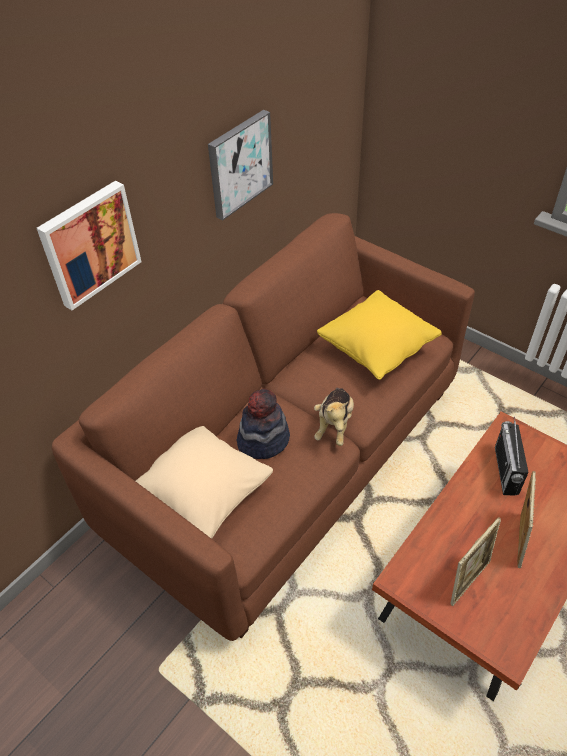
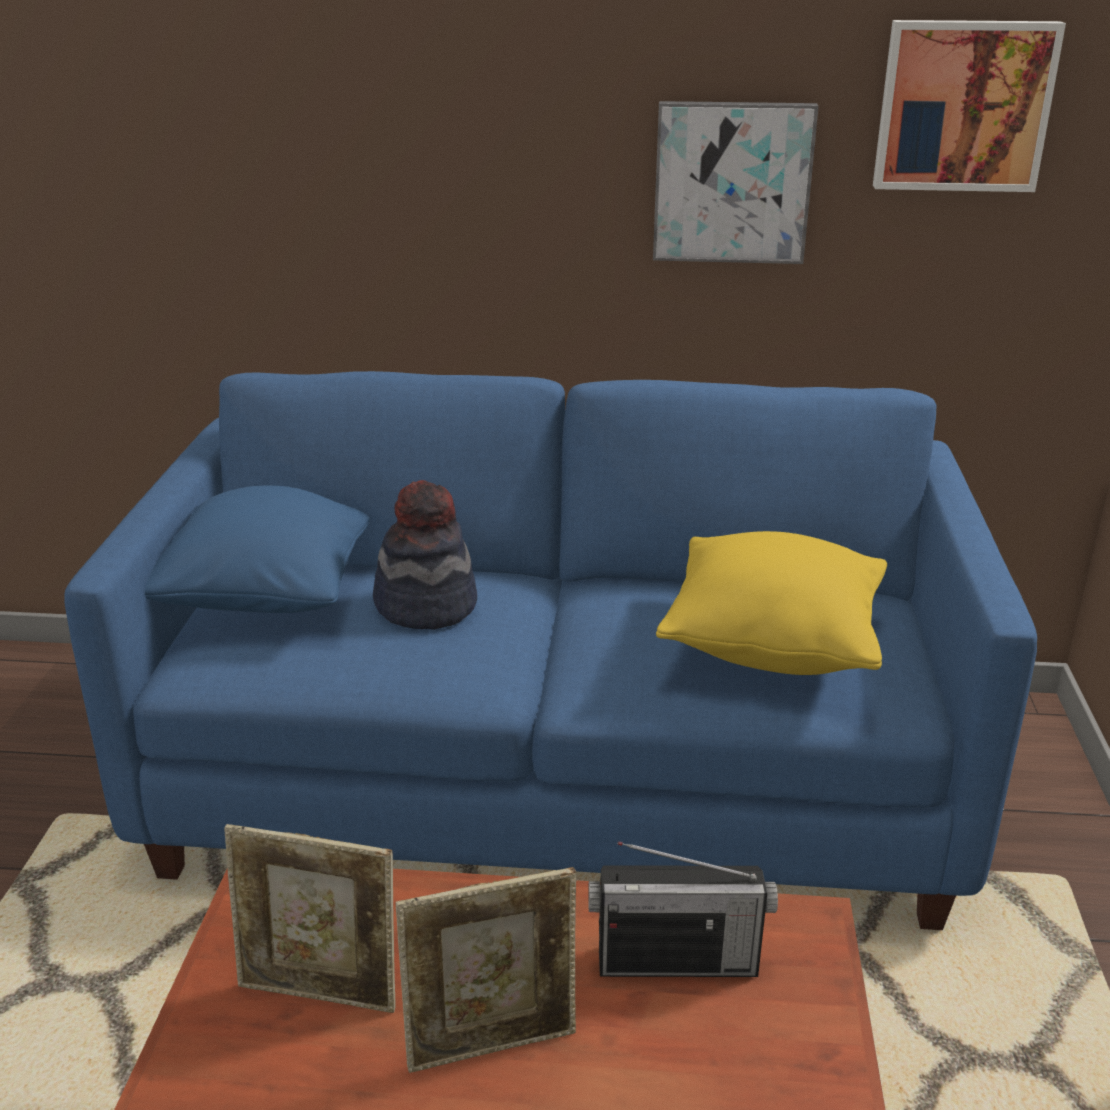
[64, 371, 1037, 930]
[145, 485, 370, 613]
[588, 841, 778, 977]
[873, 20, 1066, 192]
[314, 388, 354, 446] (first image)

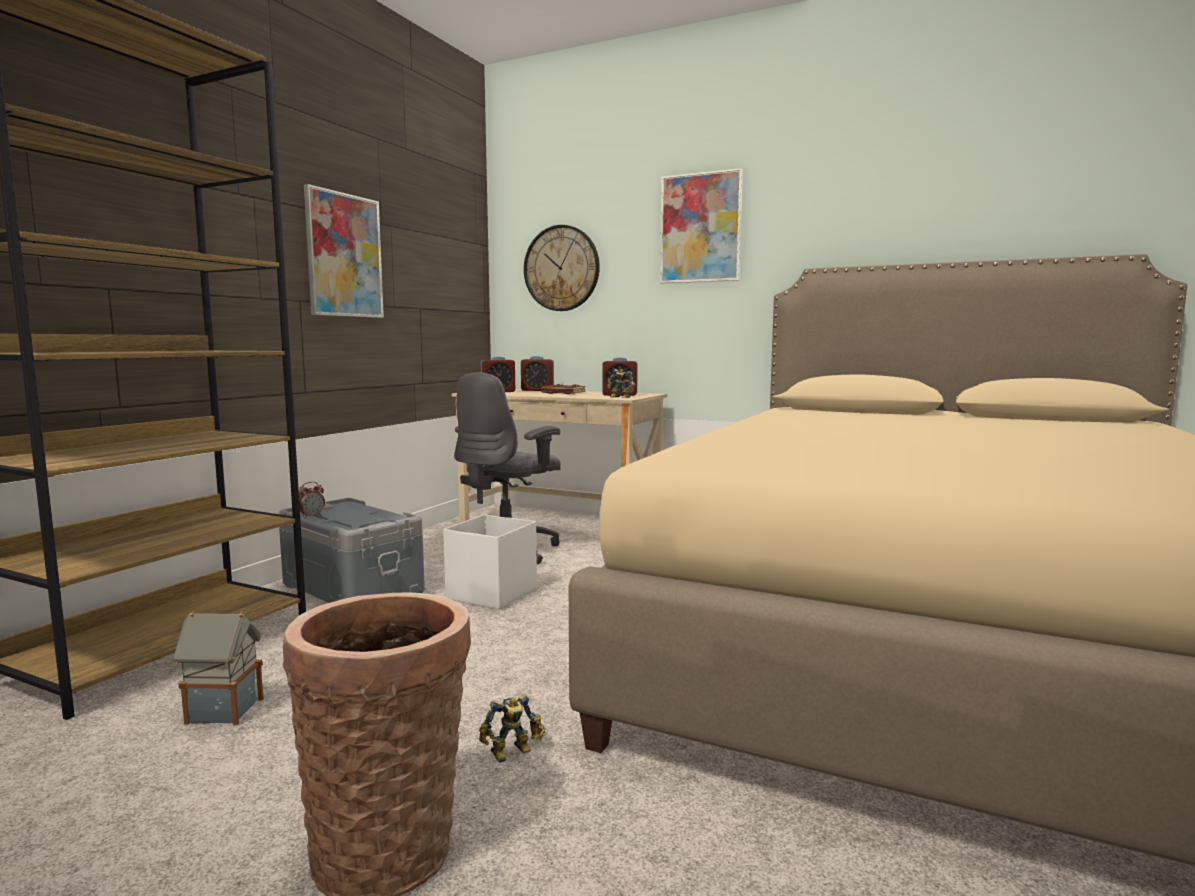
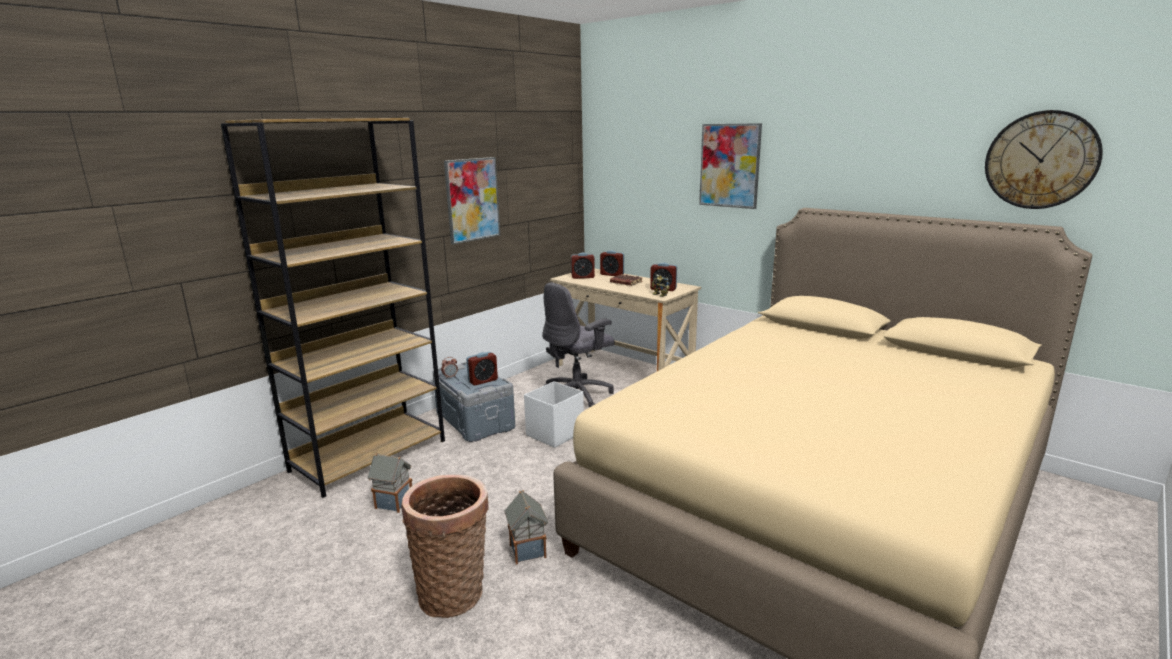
[466, 352, 498, 385]
[504, 490, 548, 564]
[985, 110, 1103, 209]

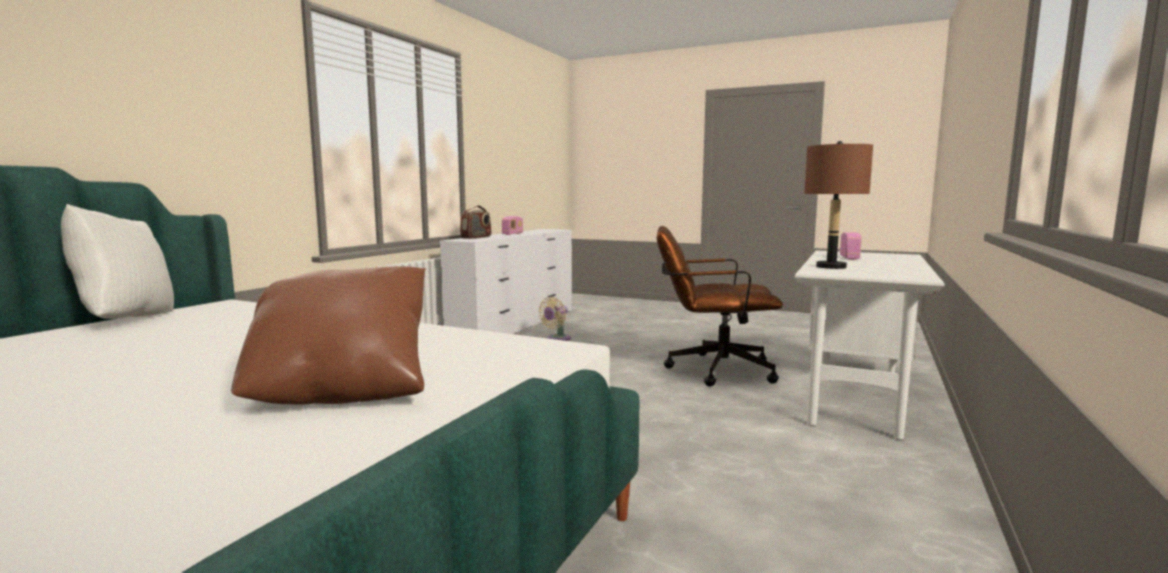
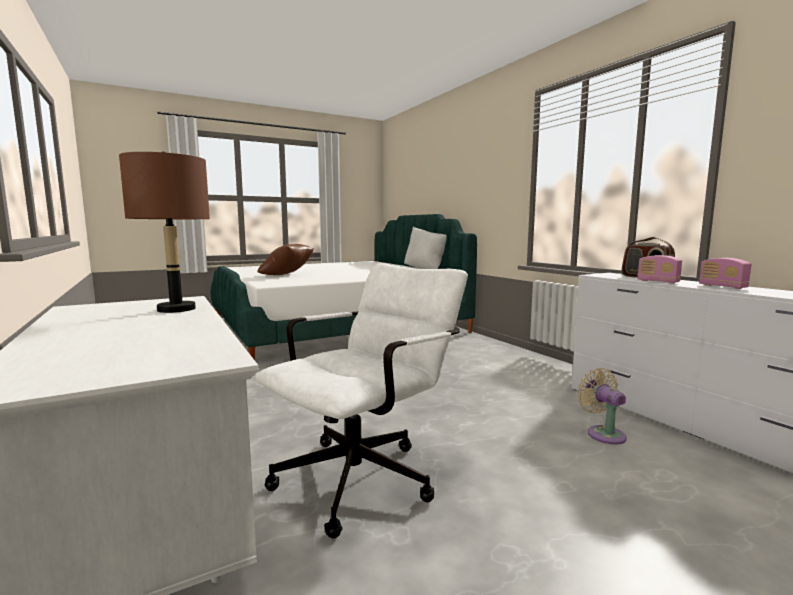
[255, 263, 468, 539]
[638, 255, 682, 284]

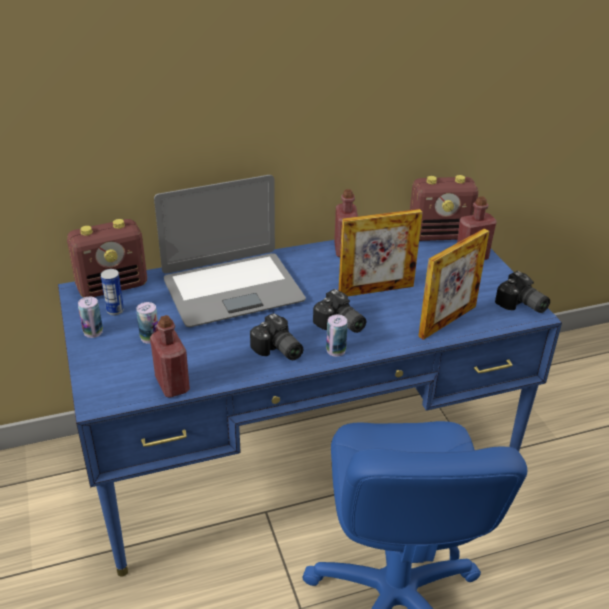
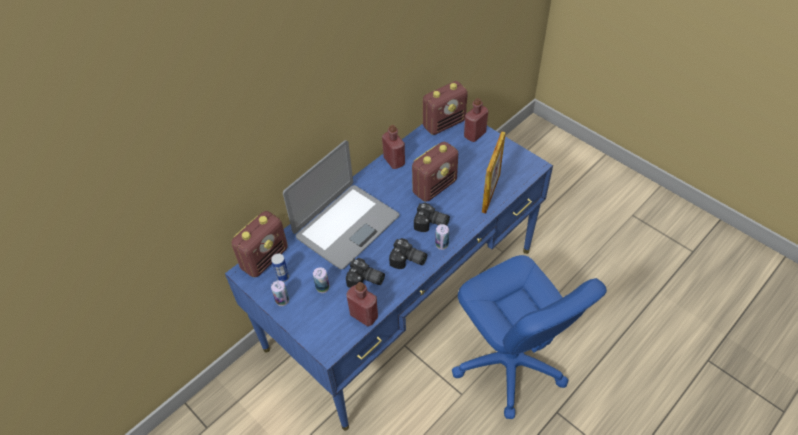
[346, 258, 385, 288]
[412, 142, 458, 202]

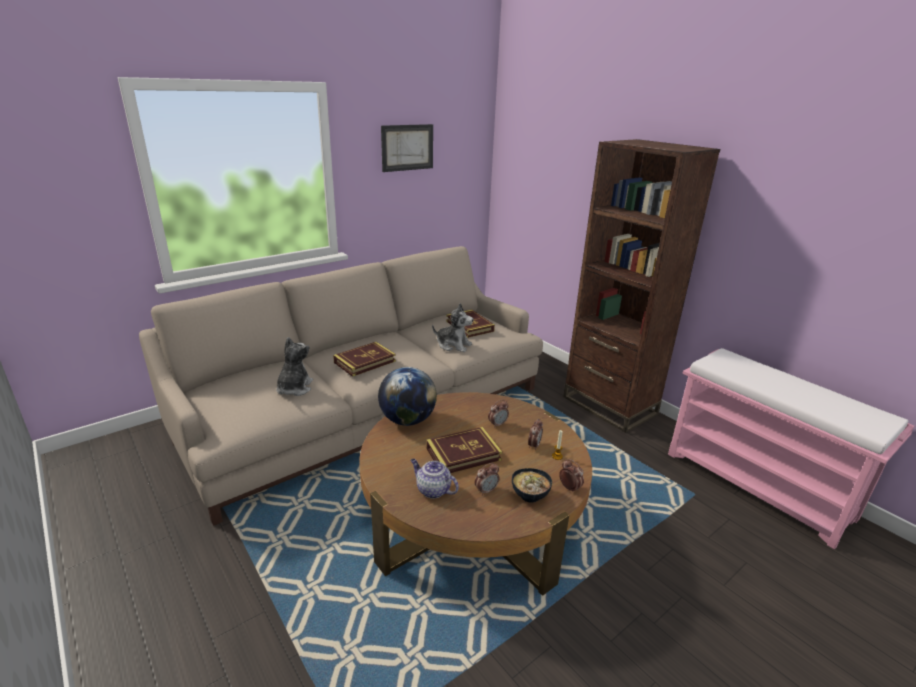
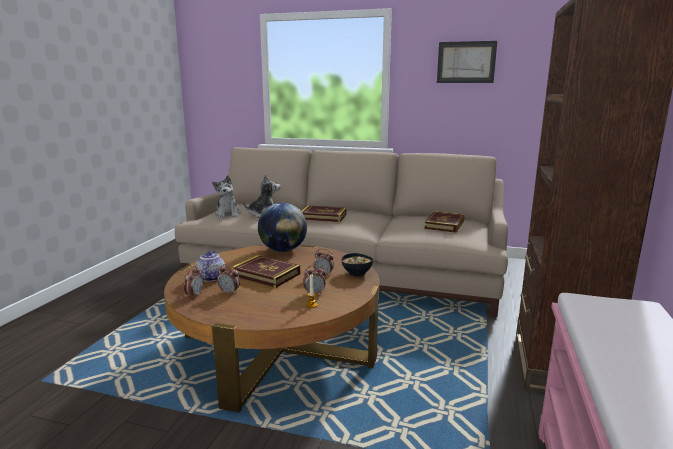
[184, 266, 203, 299]
[212, 175, 241, 218]
[341, 253, 373, 277]

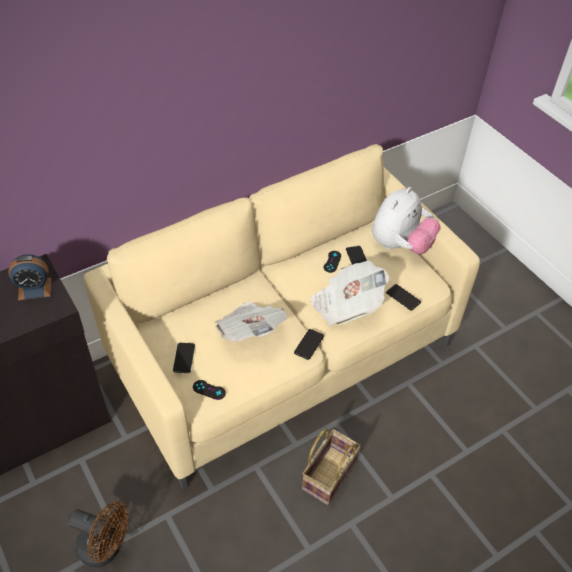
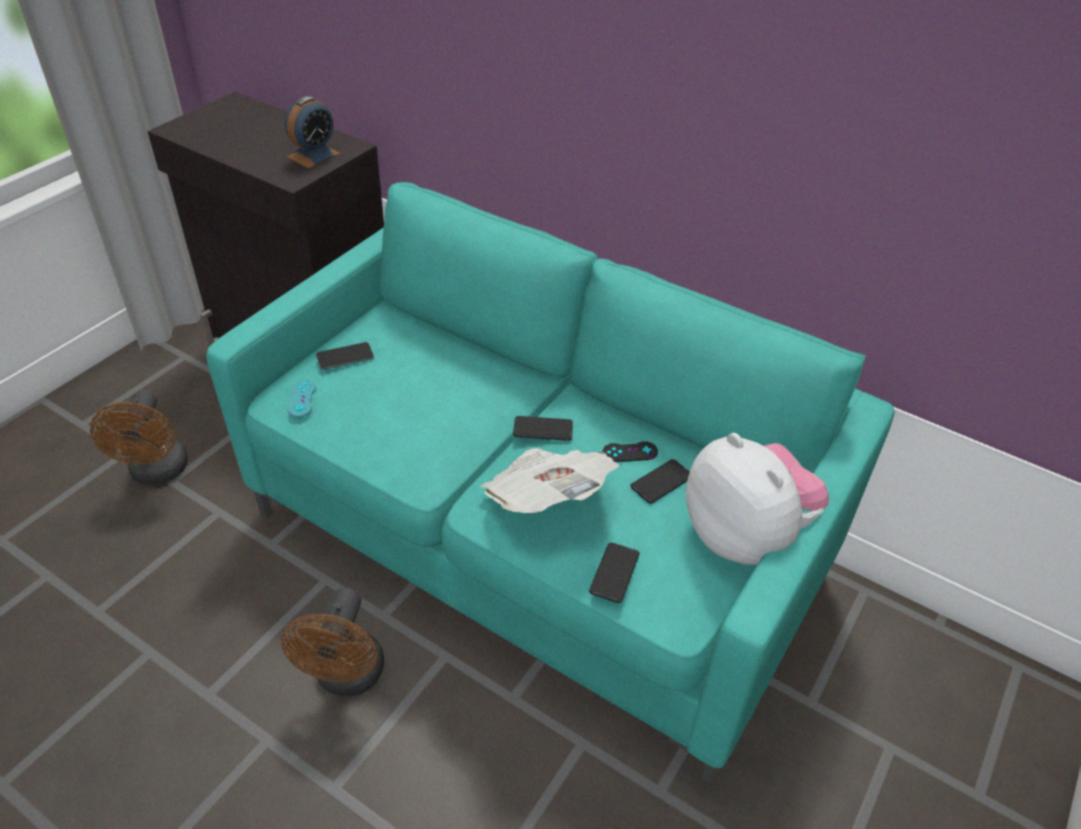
[206, 182, 895, 789]
[281, 588, 384, 696]
[285, 96, 341, 169]
[288, 380, 316, 417]
[513, 416, 573, 441]
[686, 433, 829, 565]
[215, 302, 288, 342] (first image)

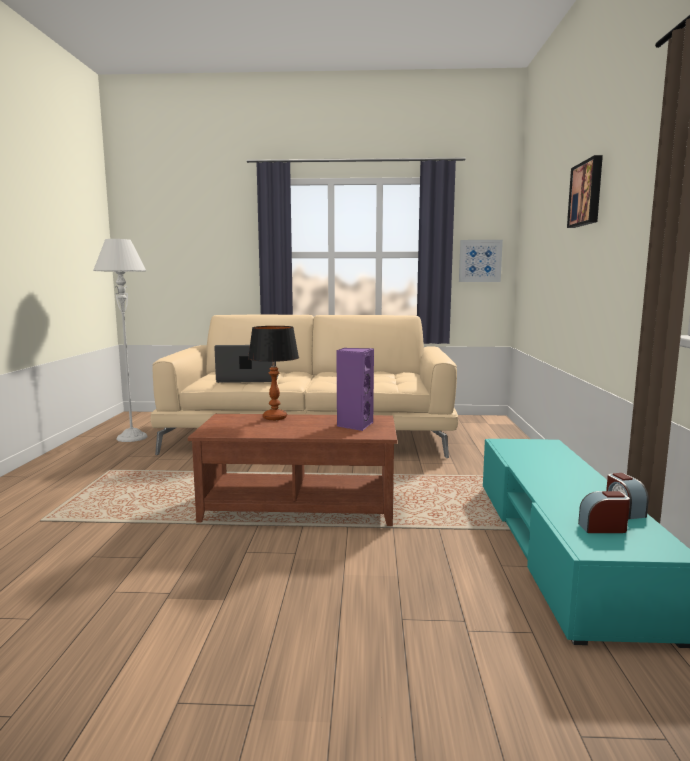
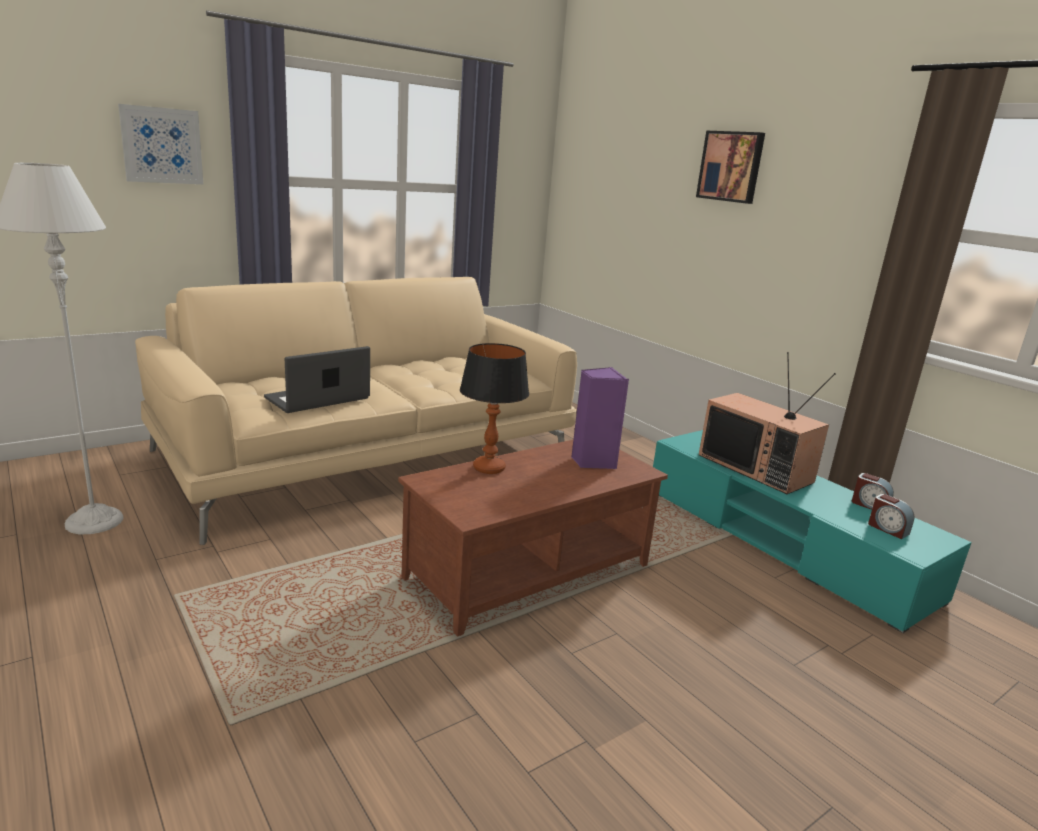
[118, 104, 203, 184]
[699, 352, 836, 494]
[868, 494, 915, 539]

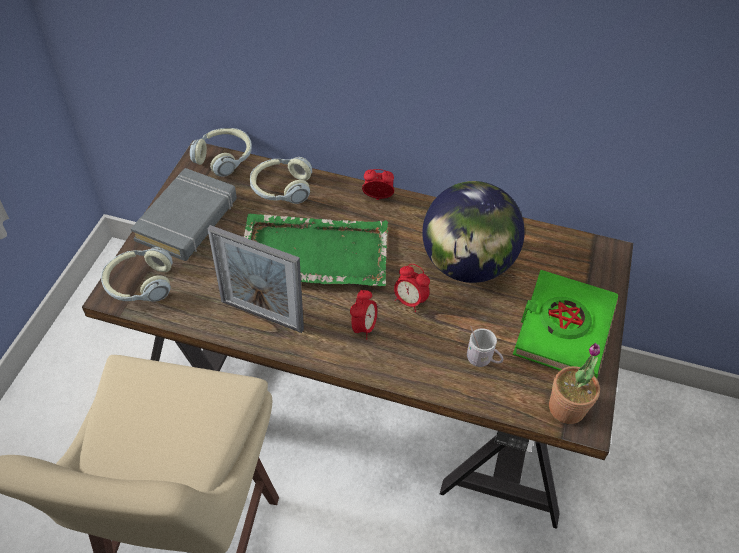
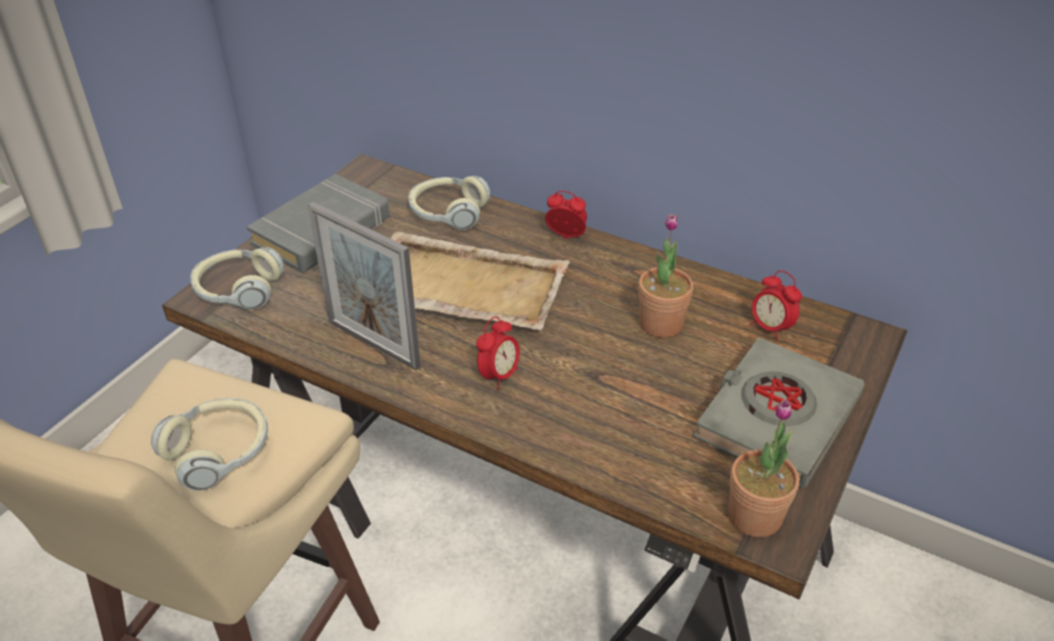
[151, 398, 268, 491]
[391, 231, 570, 330]
[638, 214, 693, 338]
[693, 337, 865, 488]
[751, 270, 802, 340]
[467, 326, 503, 367] (first image)

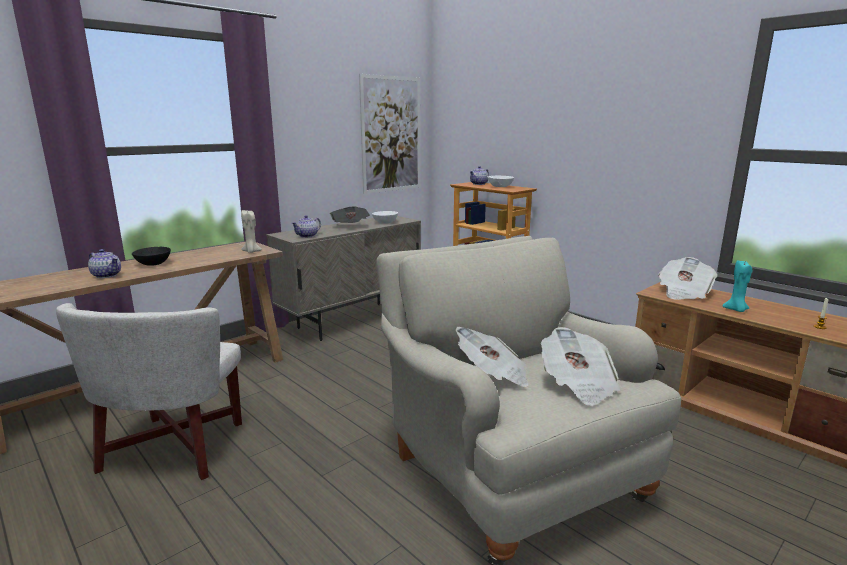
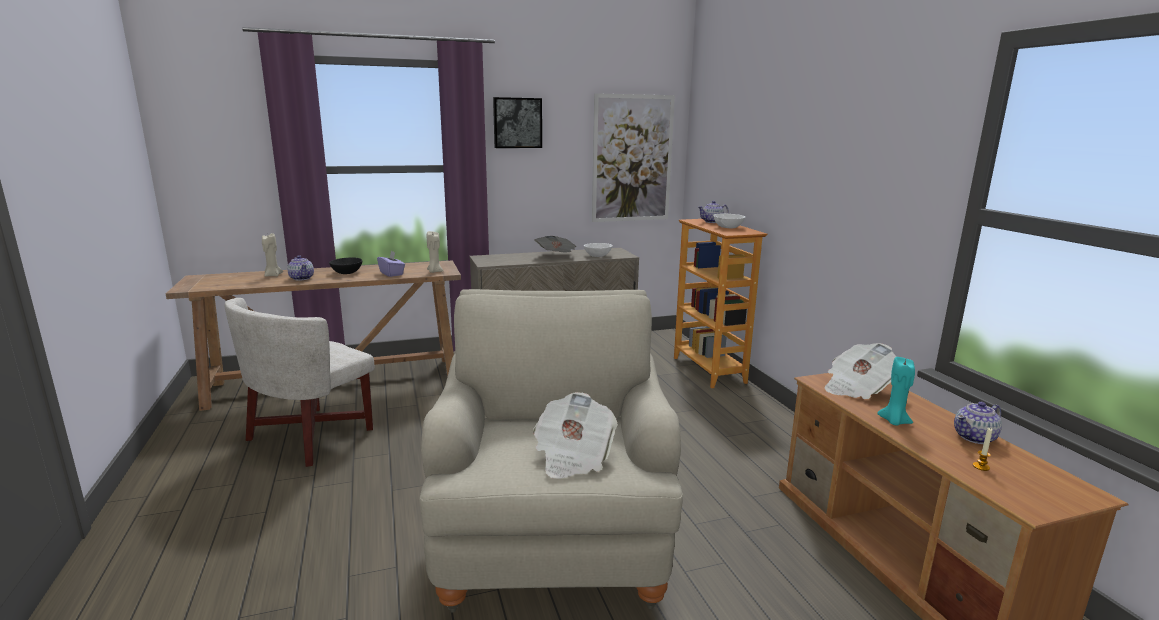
[262, 233, 283, 277]
[377, 250, 405, 277]
[493, 97, 542, 148]
[954, 402, 1002, 444]
[456, 327, 529, 387] (first image)

